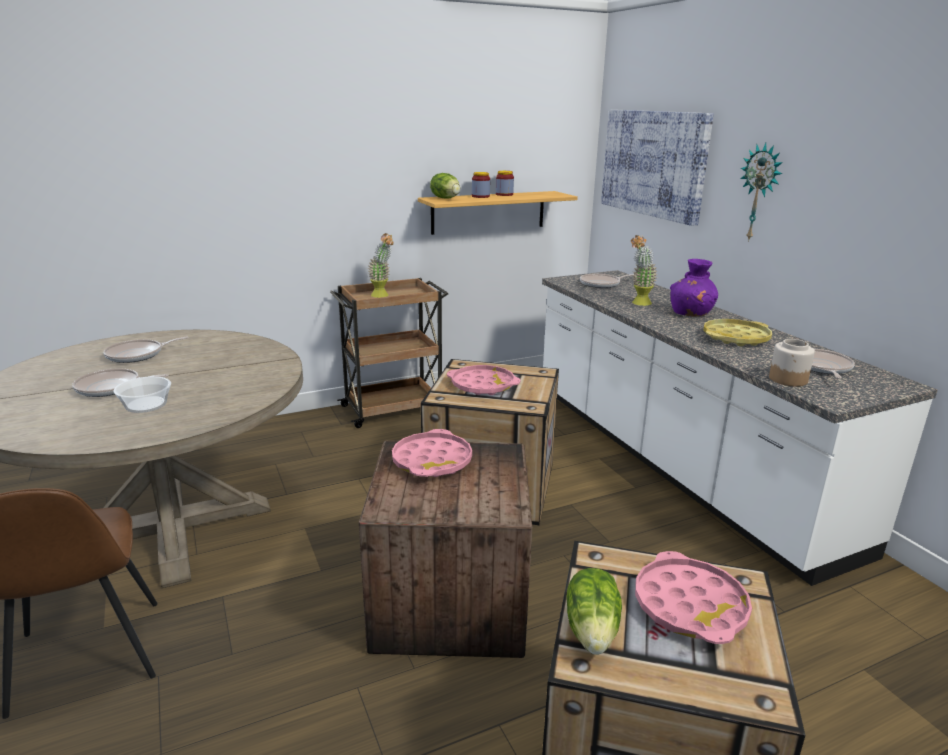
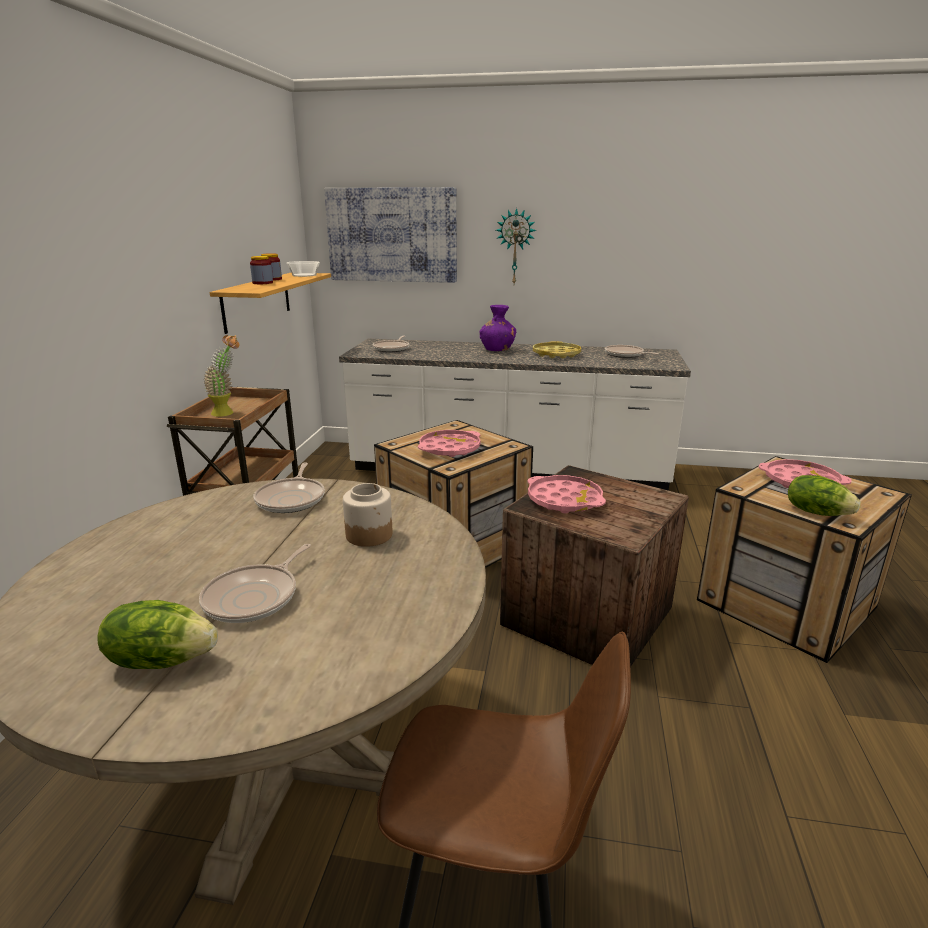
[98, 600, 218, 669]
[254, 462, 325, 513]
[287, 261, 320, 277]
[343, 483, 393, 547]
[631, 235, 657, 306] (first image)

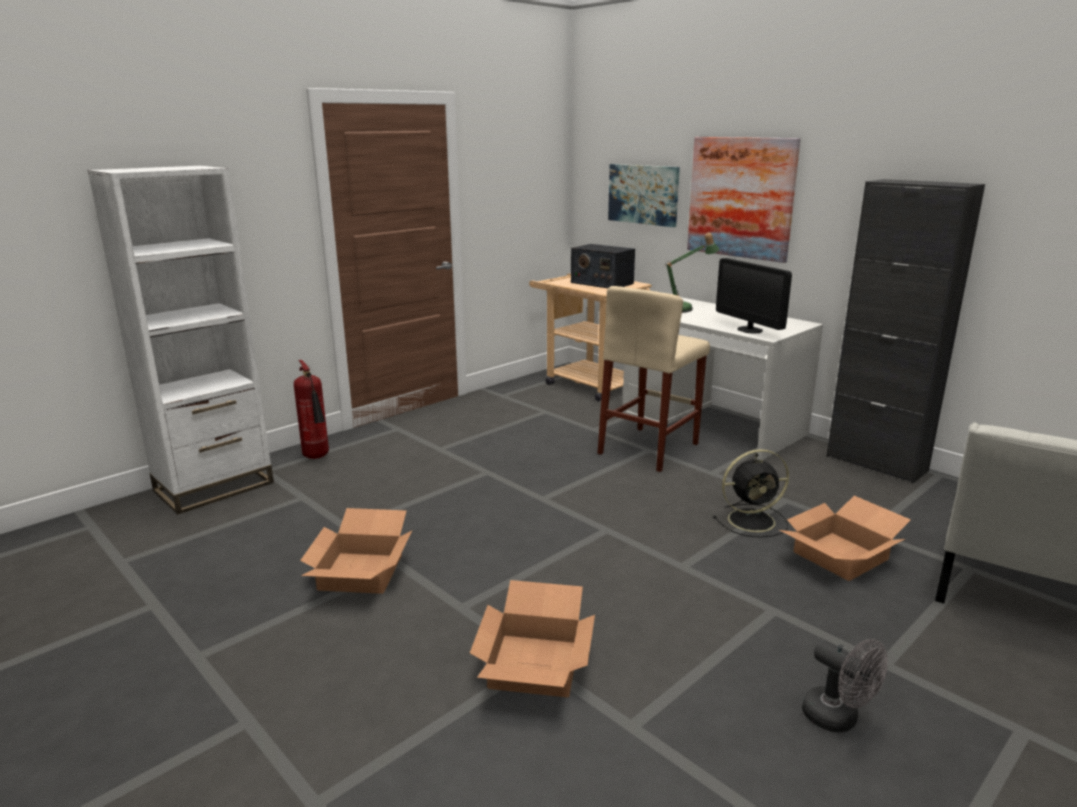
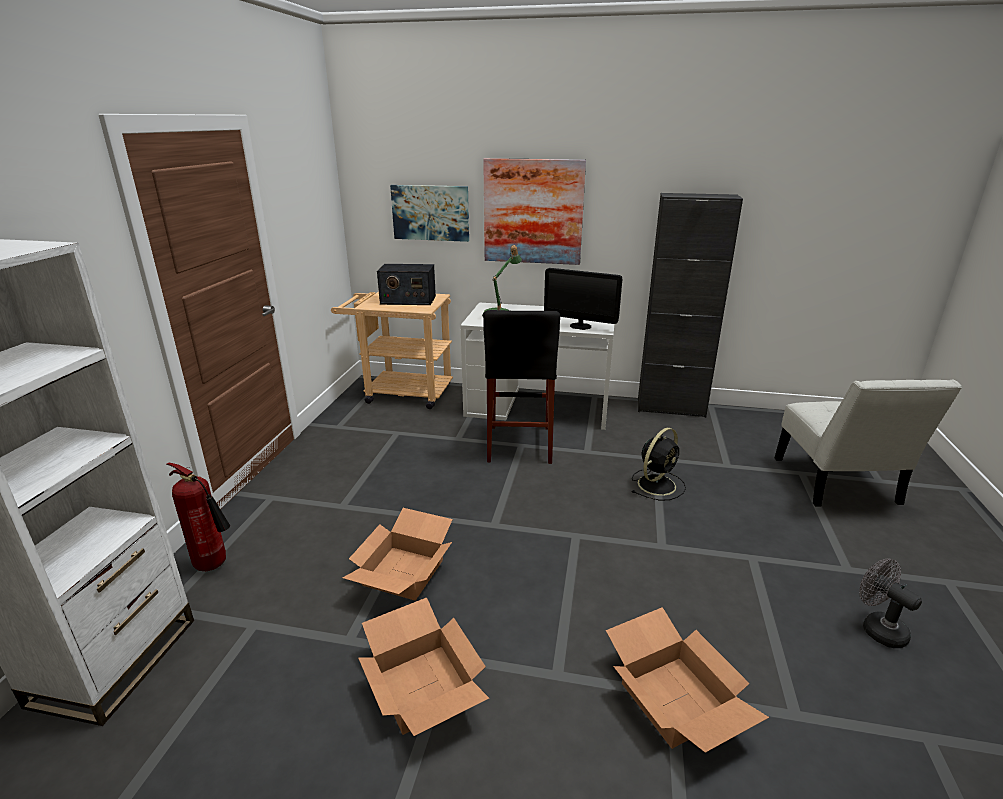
[343, 508, 453, 600]
[483, 310, 560, 464]
[859, 559, 922, 648]

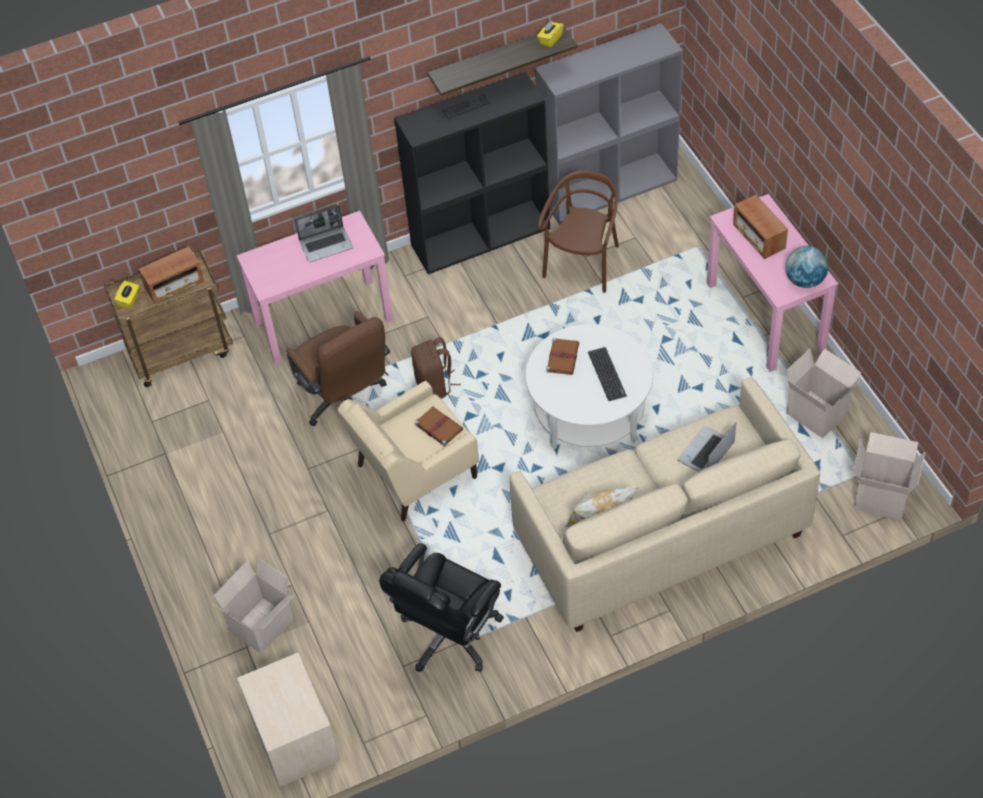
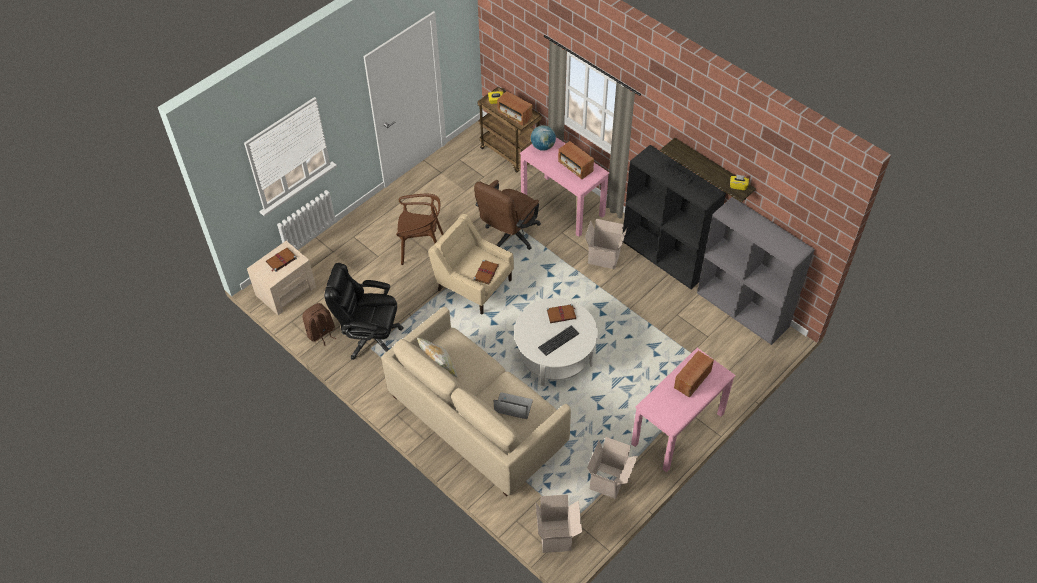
[266, 248, 297, 272]
[302, 303, 336, 346]
[396, 194, 444, 265]
[531, 125, 556, 151]
[558, 141, 594, 179]
[585, 219, 627, 269]

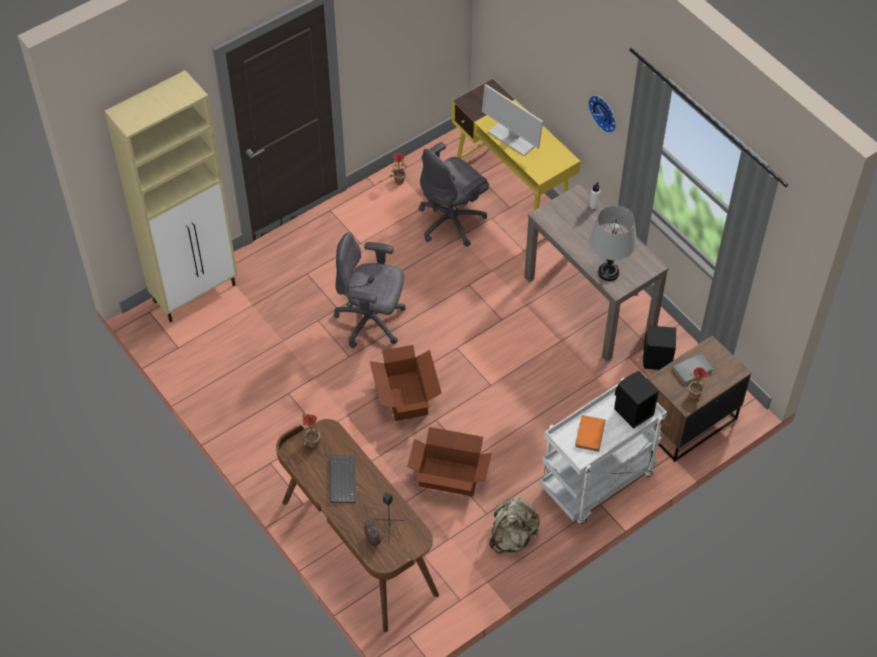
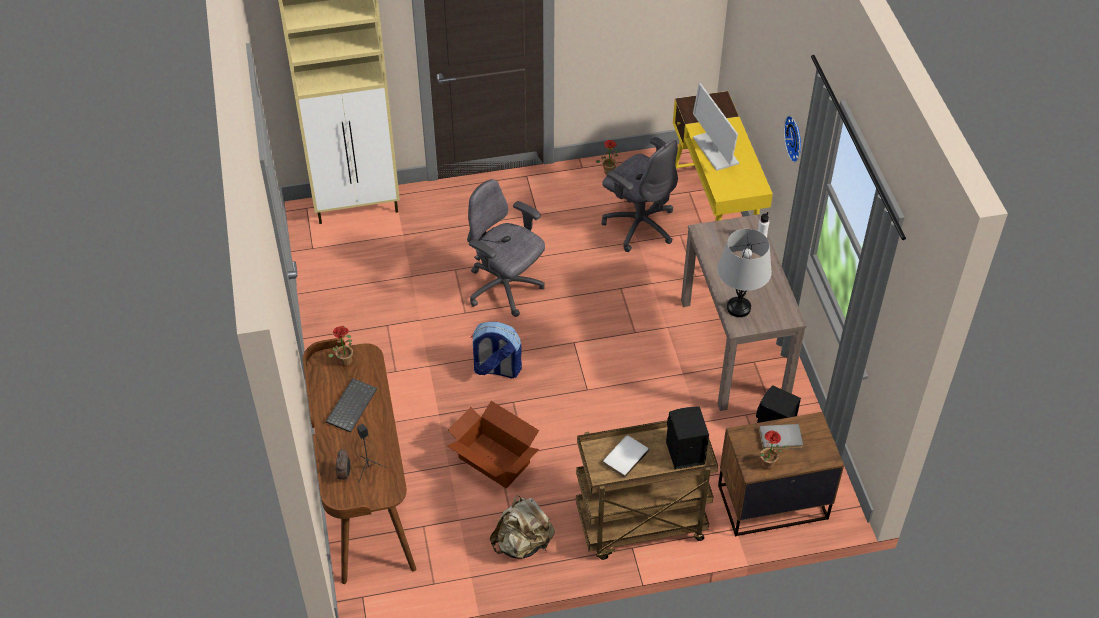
[470, 322, 522, 378]
[576, 420, 718, 560]
[601, 137, 678, 252]
[603, 435, 649, 478]

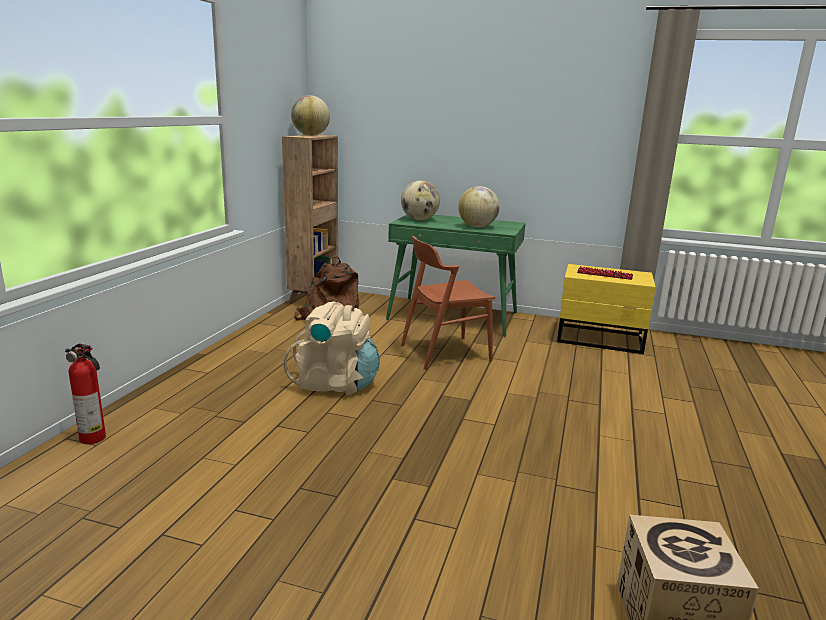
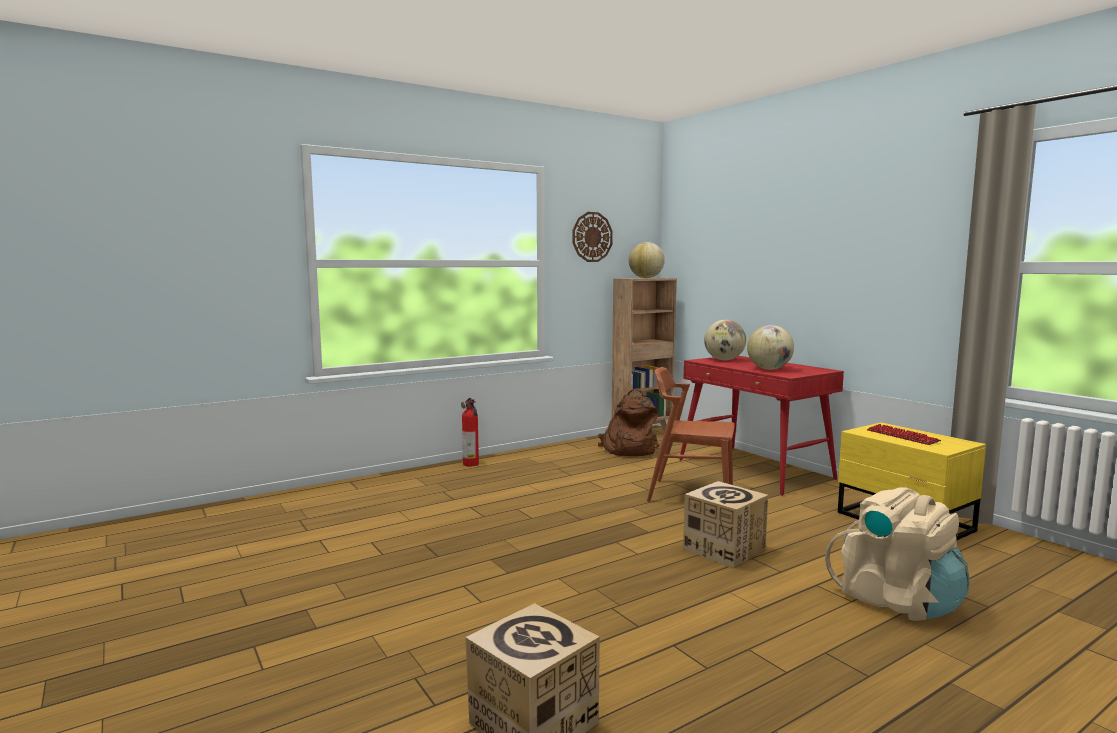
[461, 398, 479, 466]
[573, 212, 613, 262]
[679, 356, 844, 495]
[683, 481, 768, 568]
[825, 488, 970, 621]

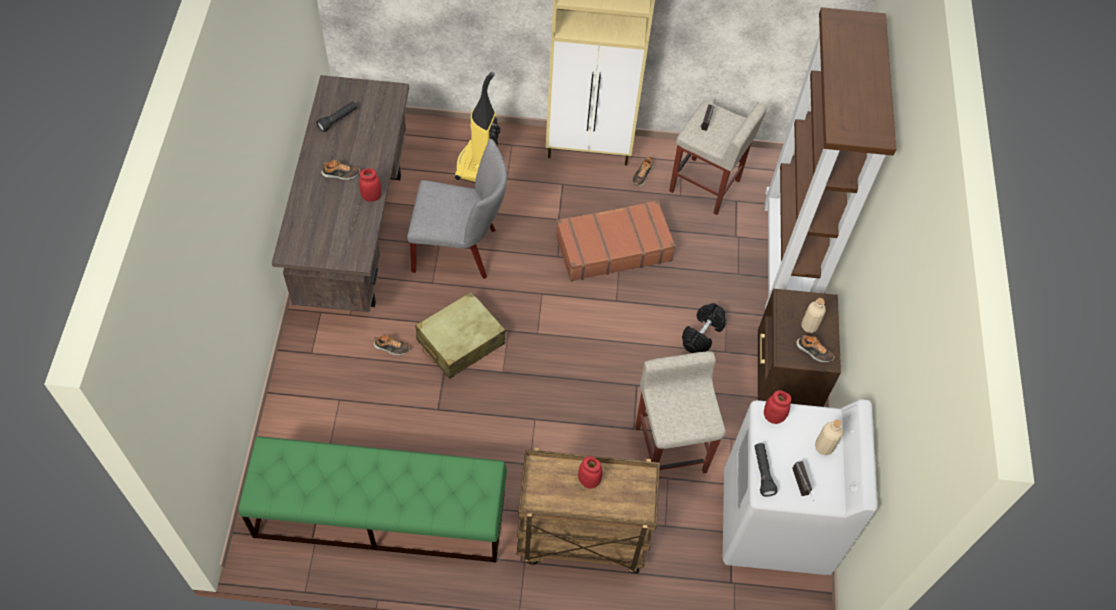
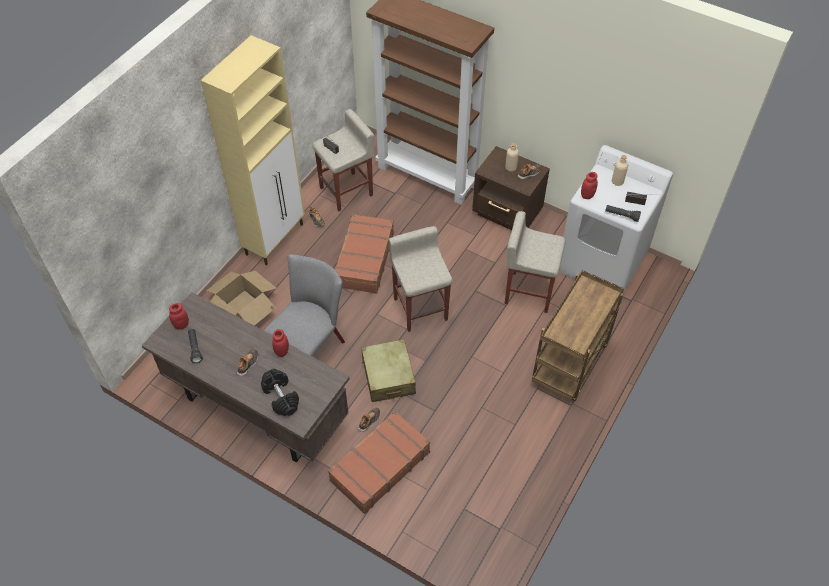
[169, 303, 189, 330]
[206, 271, 277, 326]
[261, 369, 299, 416]
[328, 411, 430, 514]
[389, 226, 452, 332]
[238, 436, 507, 562] (first image)

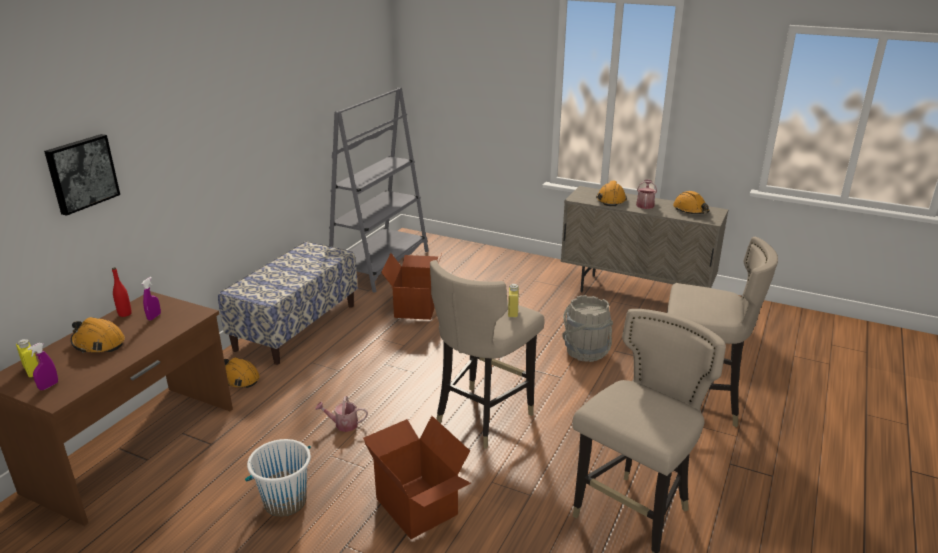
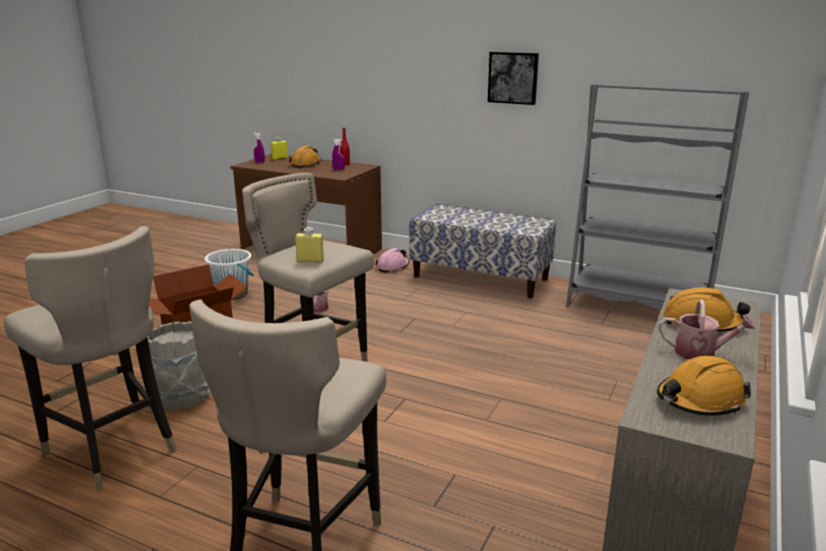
[148, 321, 211, 410]
[375, 248, 409, 273]
[488, 52, 539, 105]
[381, 253, 442, 320] (first image)

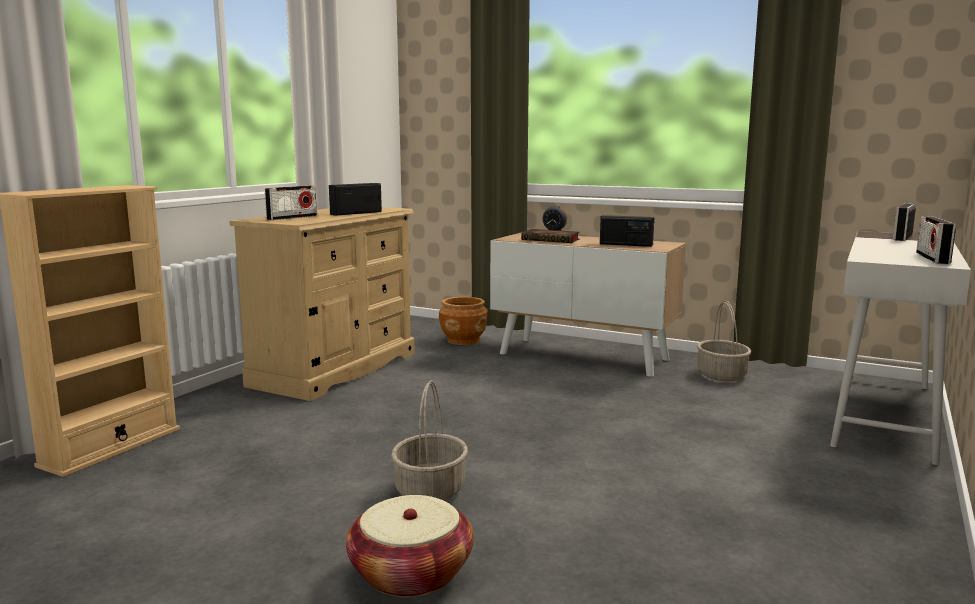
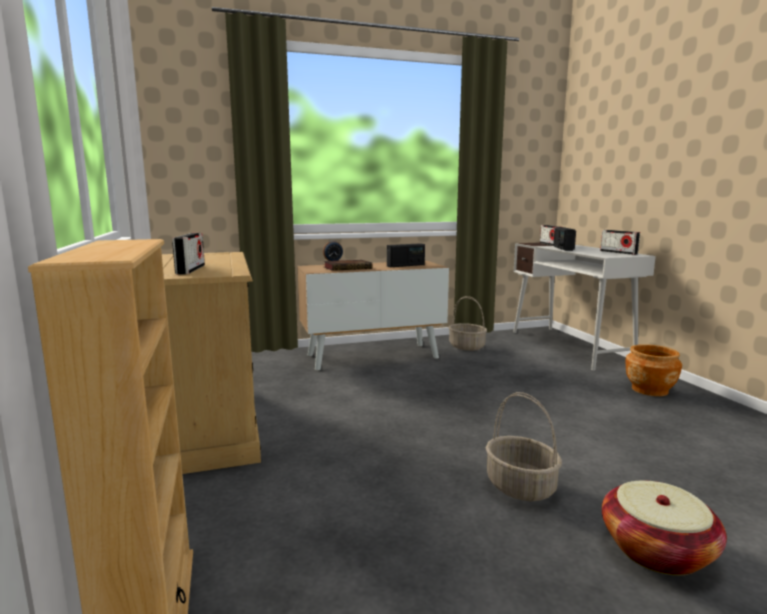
[553, 227, 576, 251]
[625, 344, 682, 396]

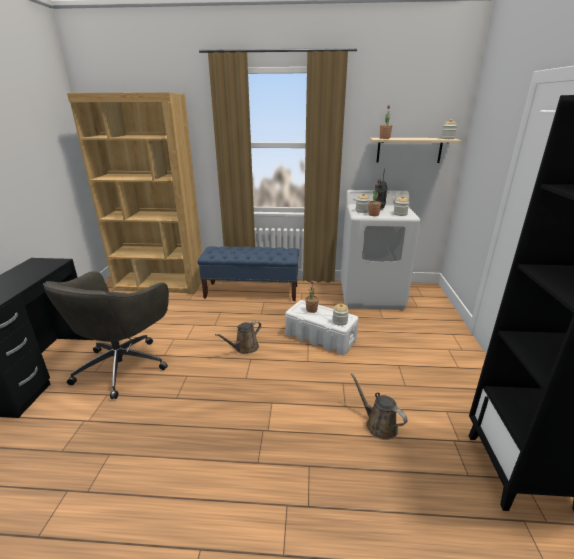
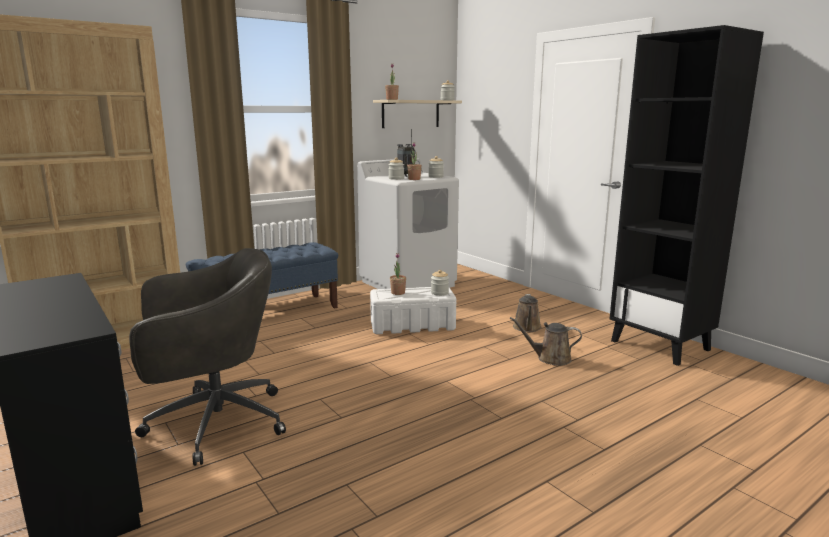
[129, 248, 286, 466]
[513, 294, 542, 332]

